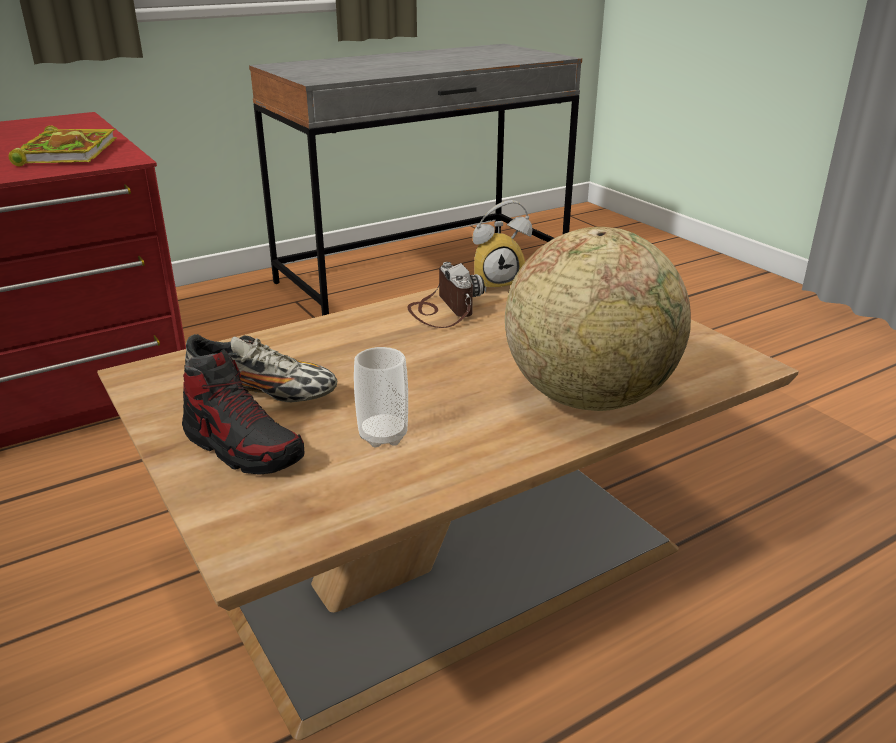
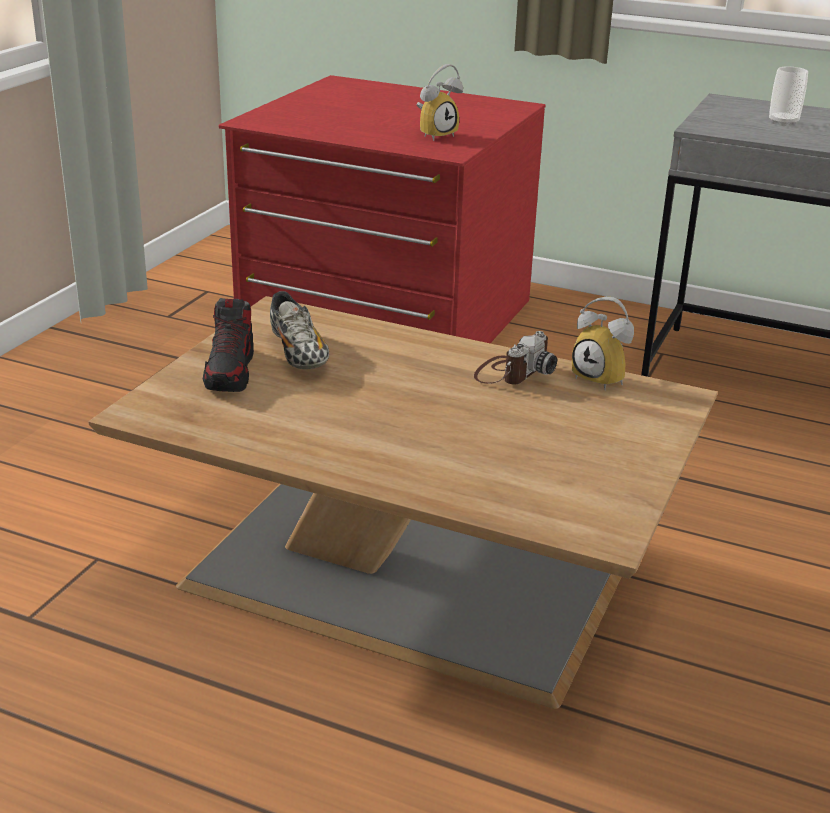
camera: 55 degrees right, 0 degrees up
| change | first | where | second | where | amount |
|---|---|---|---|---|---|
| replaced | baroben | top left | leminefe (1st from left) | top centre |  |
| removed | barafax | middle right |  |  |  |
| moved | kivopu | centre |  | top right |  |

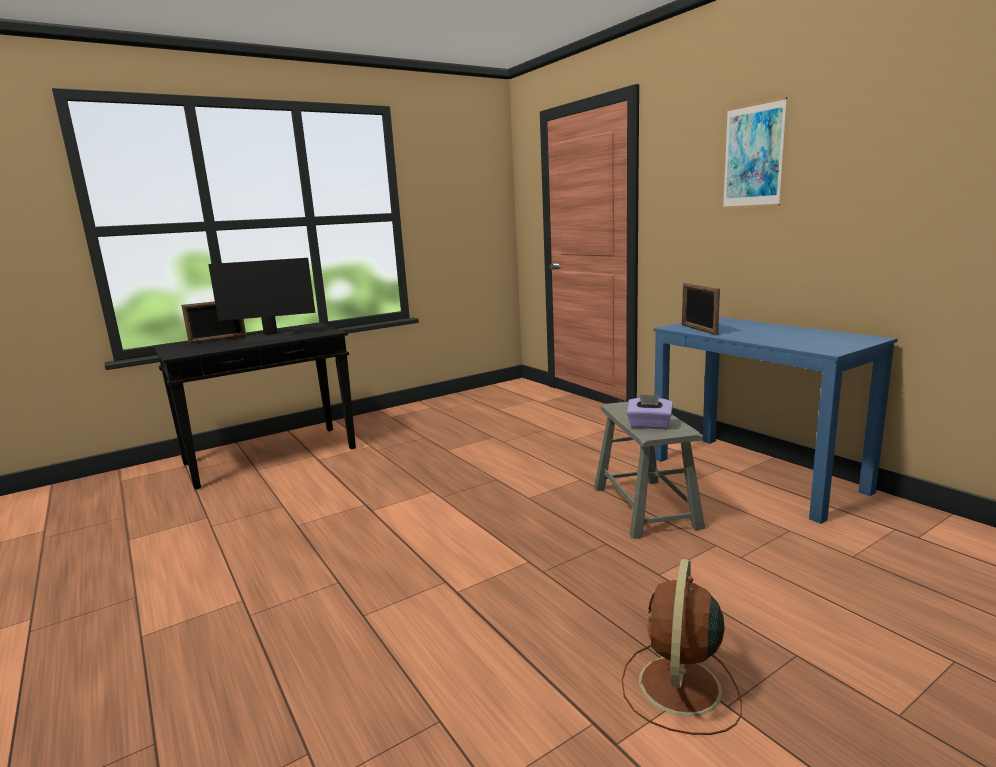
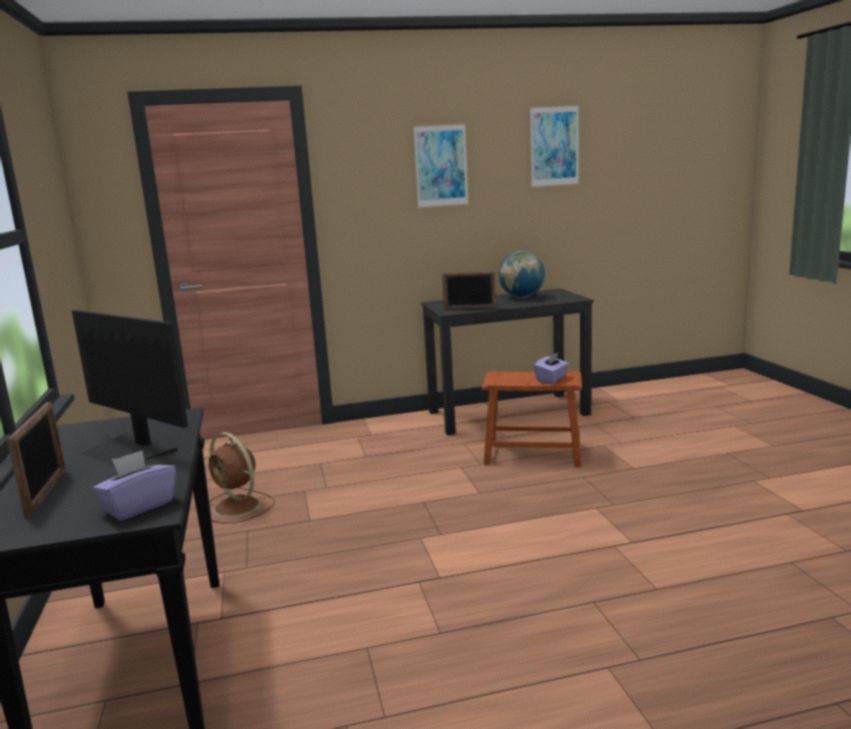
camera: 70 degrees left, 0 degrees up
| change | first | where | second | where | amount |
|---|---|---|---|---|---|
| turned | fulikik | middle left |  | middle left | 120 degrees clockwise |
| recoloured | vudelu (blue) | middle right | vudelu (black) | centre |  |
| recoloured | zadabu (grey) | centre | zadabu (brown) | centre |  |
| moved | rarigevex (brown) | bottom right |  | middle left |  |
| added |  |  | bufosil (2nd from left) | top centre |  |
| added |  |  | barafax | centre |  |
| added |  |  | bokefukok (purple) (1st from left) | middle left |  |

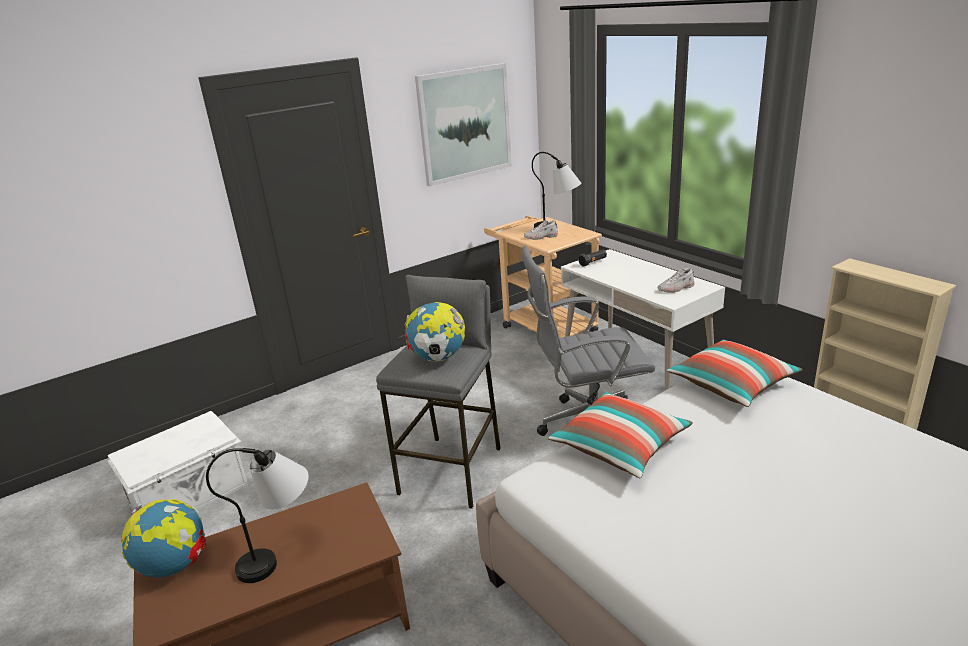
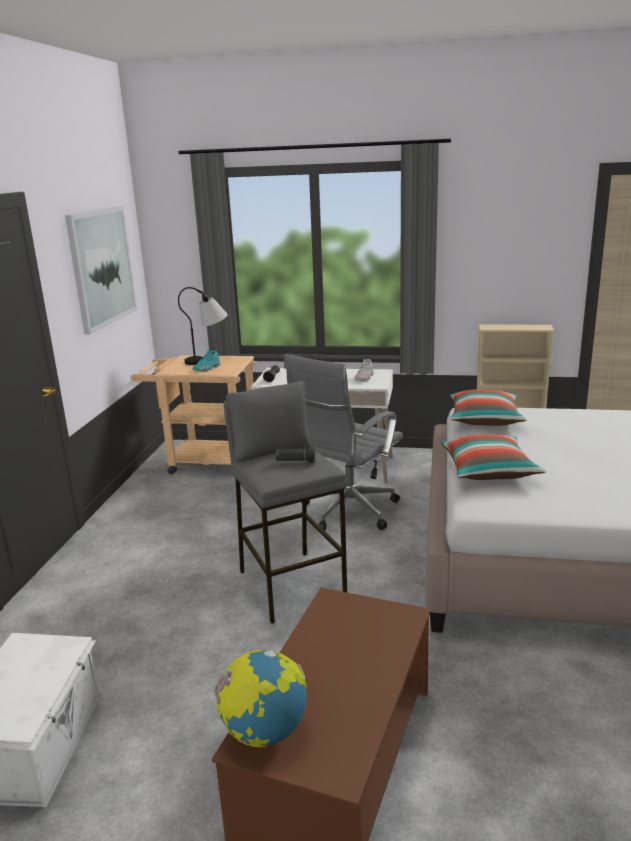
camera: 45 degrees left, 5 degrees down
| change | first | where | second | where | amount |
|---|---|---|---|---|---|
| recoloured | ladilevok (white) (1st from left) | centre | ladilevok (turquoise) | middle left |  |
| replaced | barafax (2nd from left) | centre | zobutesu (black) (2nd from left) | centre |  |
| removed | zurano (1st from left) | bottom left |  |  |  |

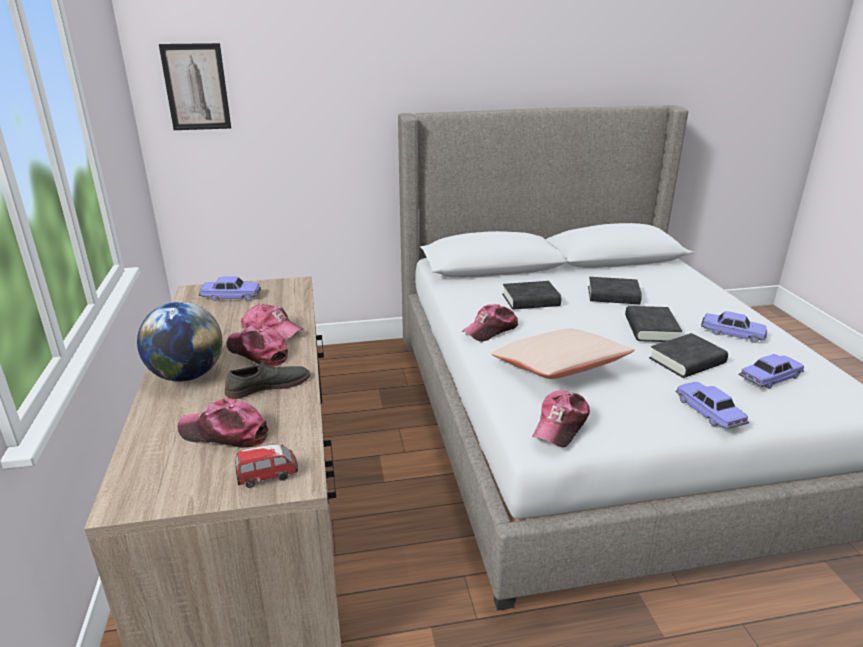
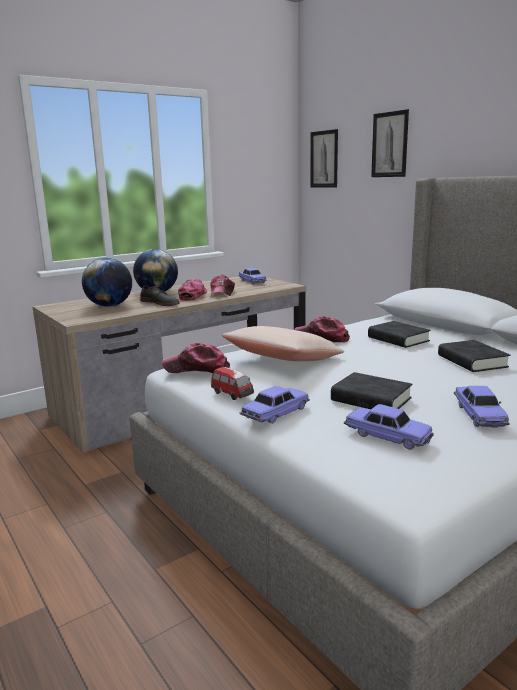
camera: 65 degrees right, 10 degrees down
| change | first | where | second | where | amount |
|---|---|---|---|---|---|
| removed | baroben (black) (3rd from left) | middle right |  |  |  |
| replaced | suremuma (1st from left) | middle left | barafax (1st from left) | middle left |  |
| moved | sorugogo (2nd from left in the first image) | bottom left | sorugogo (1st from left) | centre |  |
| added |  |  | bufosil (2nd from left) | top right |  |

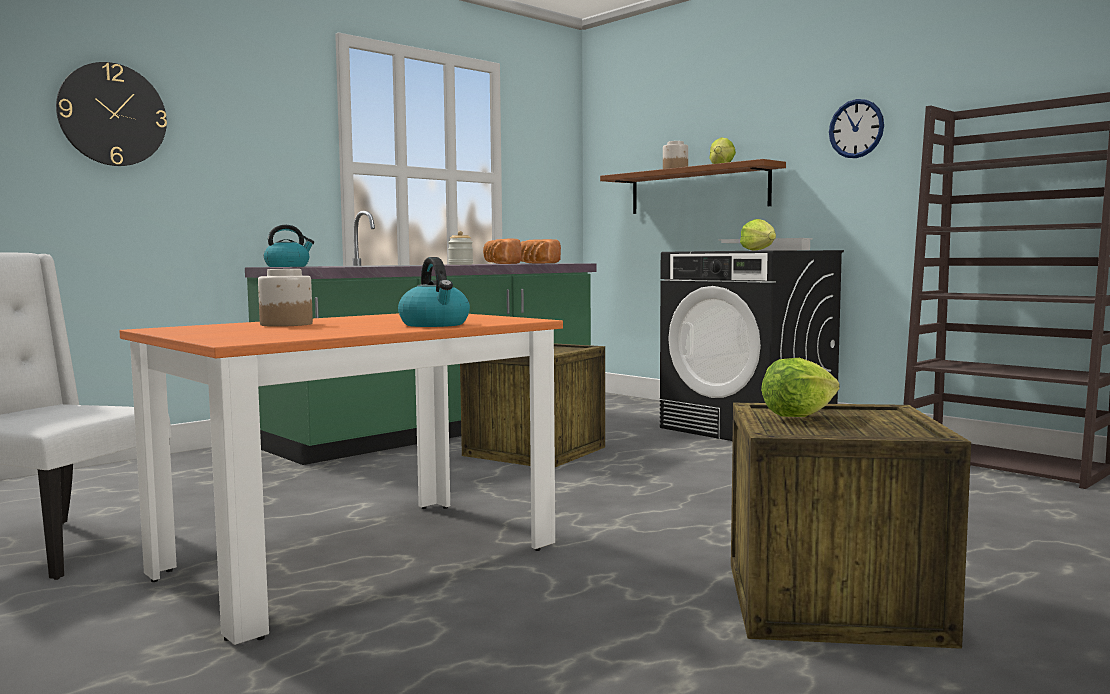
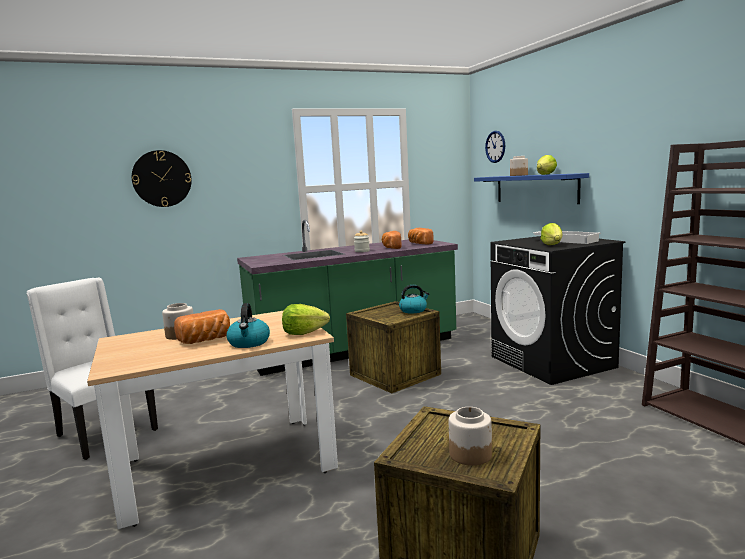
camera: 20 degrees right, 5 degrees up
| change | first | where | second | where | amount |
|---|---|---|---|---|---|
| moved | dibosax (2nd from left) | top right |  | top centre |  |
| recoloured | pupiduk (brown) | top centre | pupiduk (blue) | middle right |  |
| moved | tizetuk (1st from left in the first image) | middle left | tizetuk (2nd from left) | centre |  |
| recoloured | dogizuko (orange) | bottom left | dogizuko (beige) | bottom left |  |
| moved | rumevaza (3rd from left in the first image) | middle right | rumevaza (1st from left) | centre |  |
| added |  |  | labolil (1st from left) | middle left |  |
| added |  |  | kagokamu (3rd from left) | bottom centre |  |

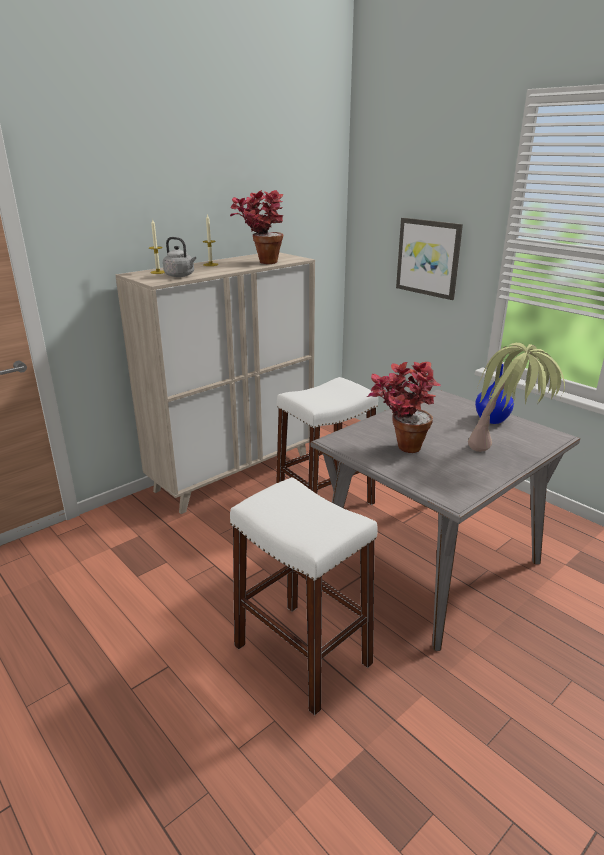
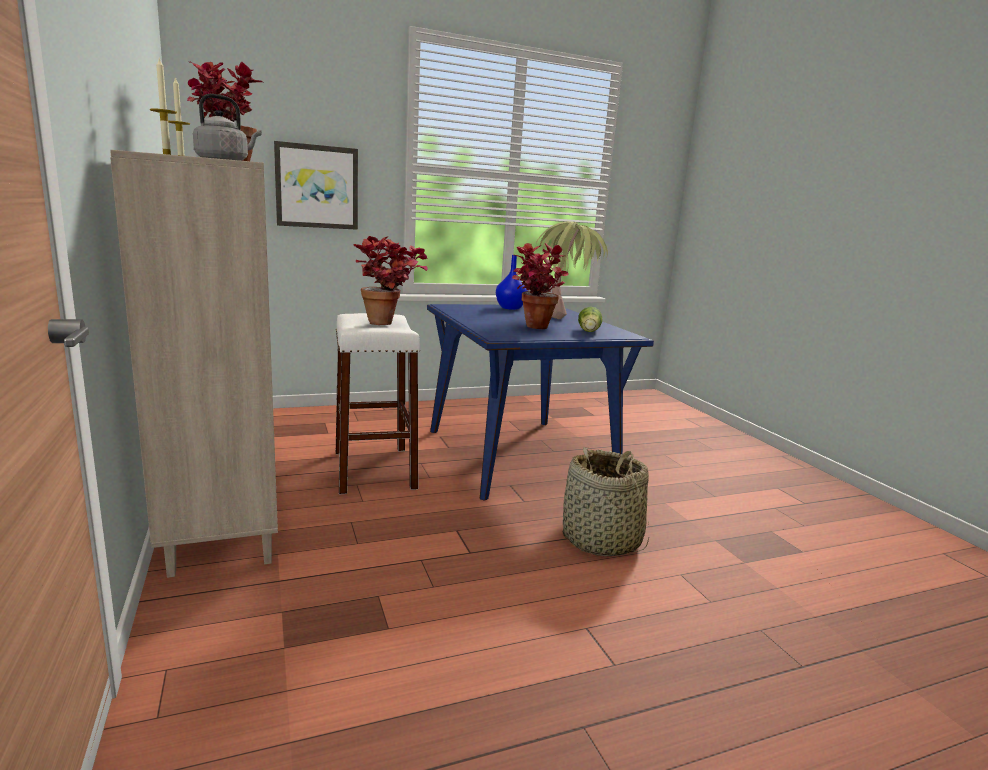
camera: 70 degrees left, 10 degrees down
| change | first | where | second | where | amount |
|---|---|---|---|---|---|
| recoloured | dogizuko (grey) | middle right | dogizuko (blue) | centre |  |
| replaced | zadabu (white) (1st from left) | bottom centre | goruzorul | centre |  |
| added |  |  | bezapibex (2nd from left) | centre |  |
| added |  |  | rumevaza | centre |  |

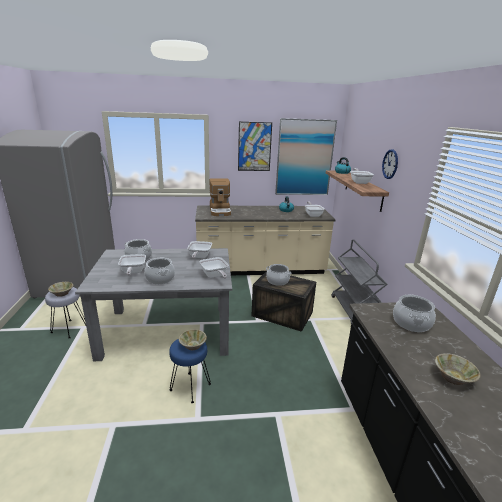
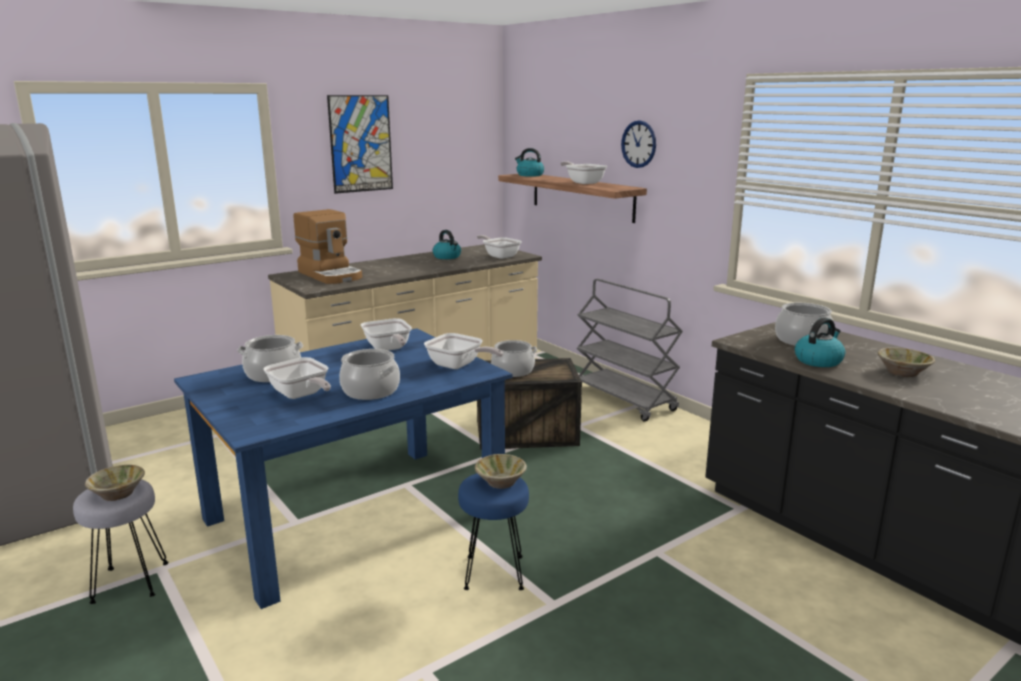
camera: 30 degrees left, 5 degrees down
| change | first | where | second | where | amount |
|---|---|---|---|---|---|
| removed | bufosil (2nd from left) | top centre |  |  |  |
| recoloured | dogizuko (grey) | middle left | dogizuko (blue) | bottom centre |  |
| added |  |  | tizetuk (3rd from left) | middle right |  |

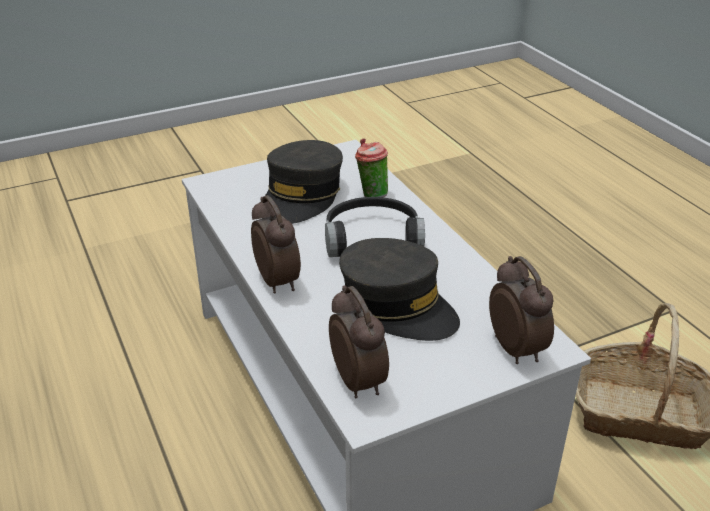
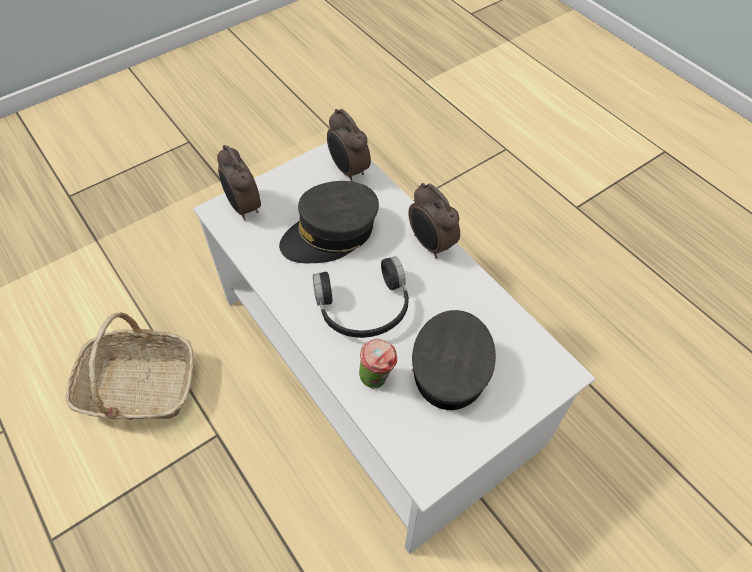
camera: 170 degrees right, 20 degrees up
| change | first | where | second | where | amount |
|---|---|---|---|---|---|
| turned | suremuma (grey) (2nd from left in the first image) | centre | suremuma (grey) (1st from left) | centre | 60 degrees counterclockwise |

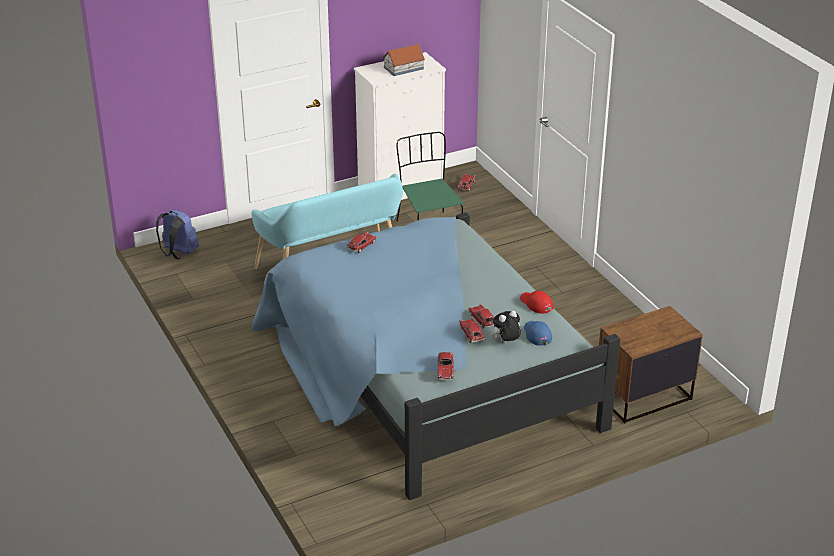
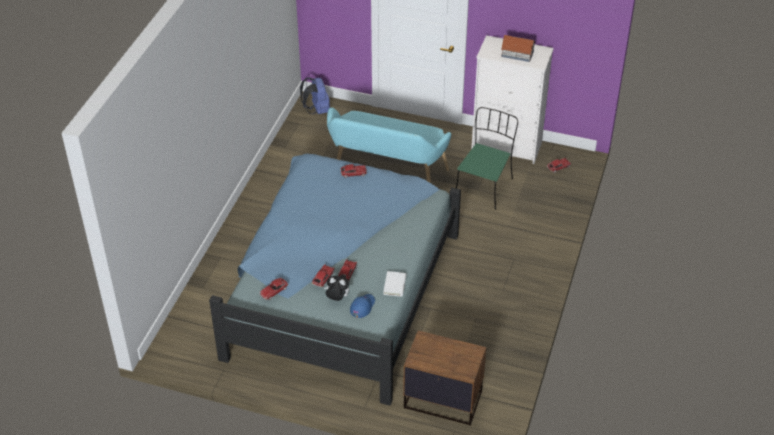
camera: 45 degrees right, 10 degrees up
| change | first | where | second | where | amount |
|---|---|---|---|---|---|
| replaced | suremuma (red) | centre | baroben (white) | centre |  |

